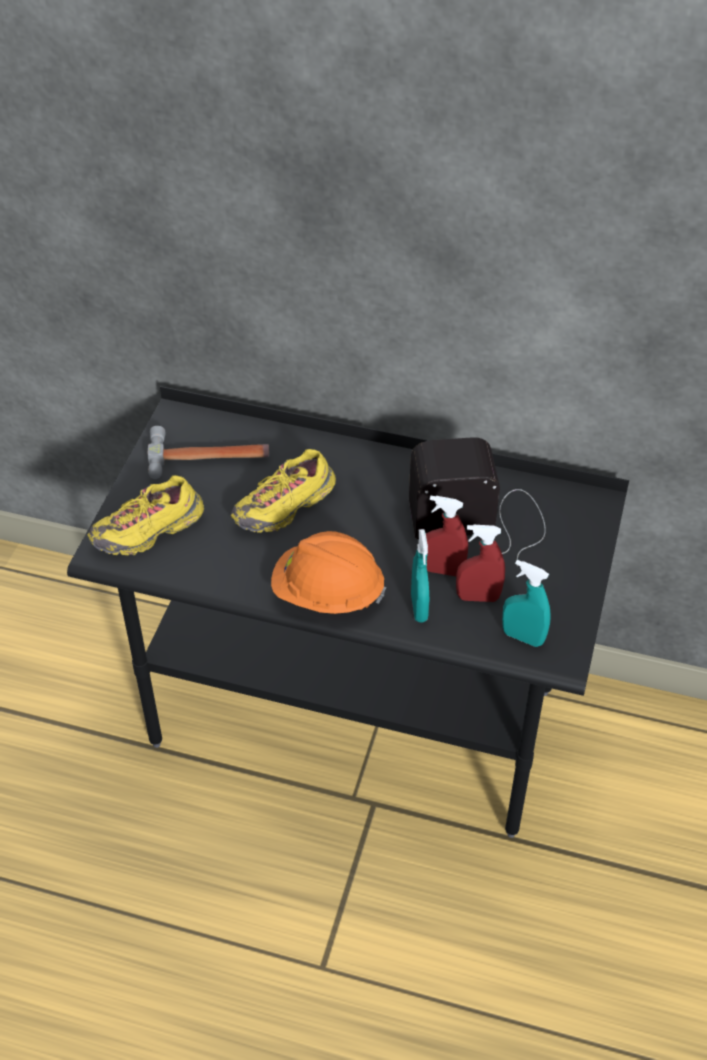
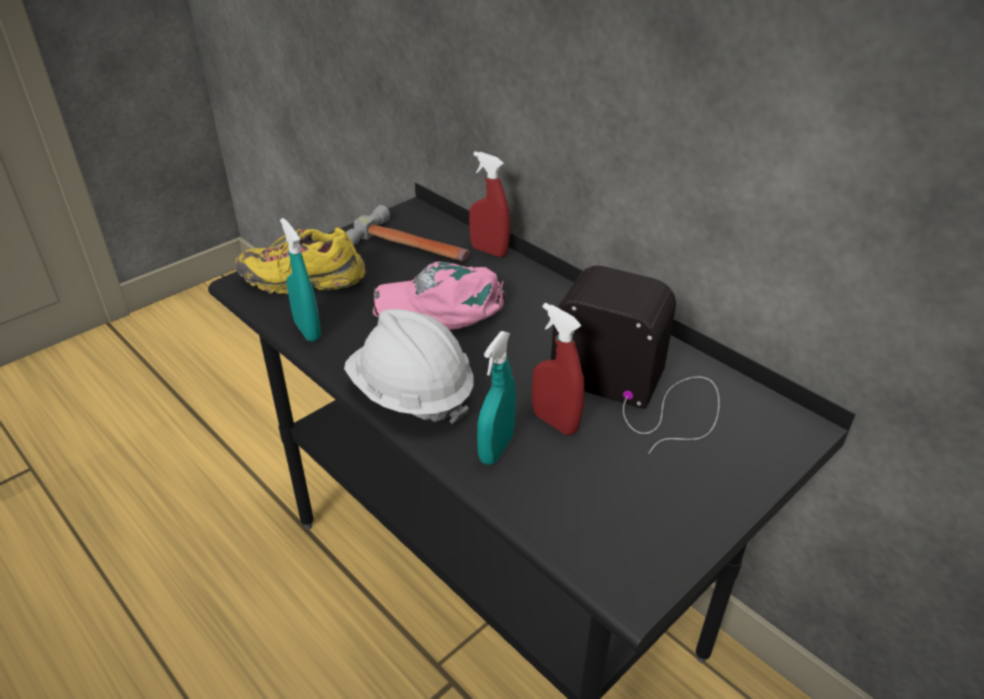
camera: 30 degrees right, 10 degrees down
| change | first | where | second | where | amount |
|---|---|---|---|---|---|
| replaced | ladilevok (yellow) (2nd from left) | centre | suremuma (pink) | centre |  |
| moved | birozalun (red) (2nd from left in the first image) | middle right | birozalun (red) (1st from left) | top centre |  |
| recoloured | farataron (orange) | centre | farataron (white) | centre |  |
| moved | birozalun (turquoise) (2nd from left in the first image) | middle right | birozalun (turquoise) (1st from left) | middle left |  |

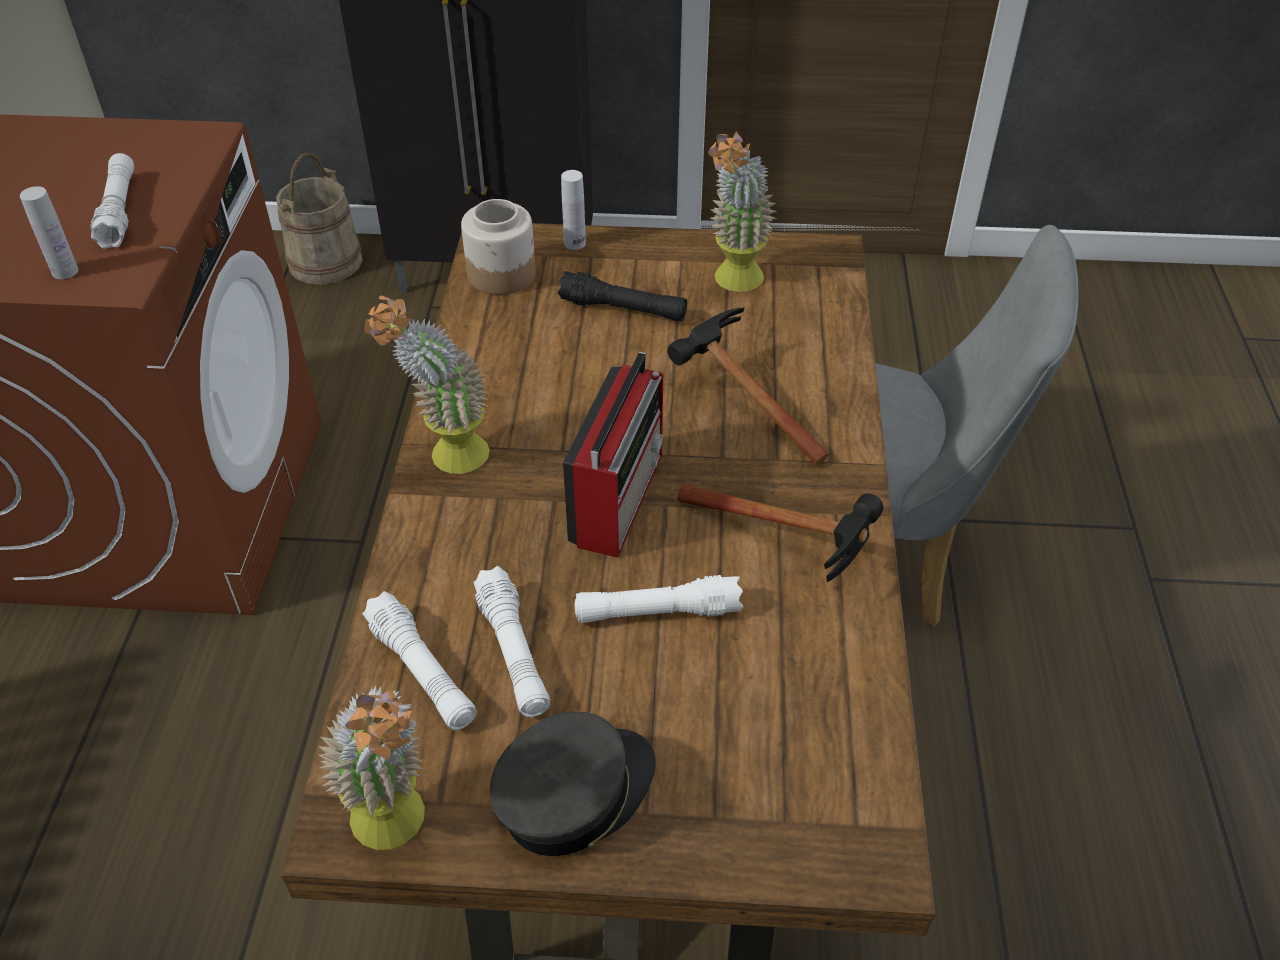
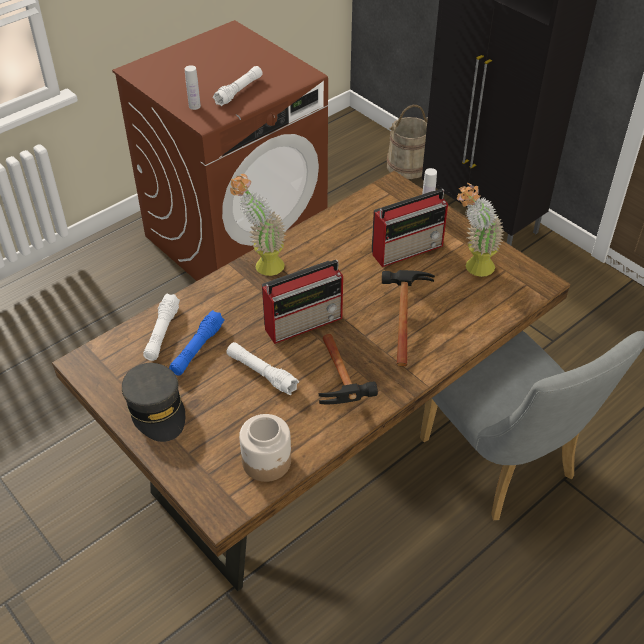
camera: 45 degrees right, 0 degrees up
| change | first | where | second | where | amount |
|---|---|---|---|---|---|
| moved | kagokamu | top centre |  | bottom centre |  |
| replaced | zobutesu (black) | top centre | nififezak (2nd from left) | centre |  |
| recoloured | zobutesu (white) (3rd from left) | bottom centre | zobutesu (blue) | middle left |  |
| removed | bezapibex (1st from left) | bottom left |  |  |  |
| turned | suremuma (grey) | bottom centre |  | middle left | 60 degrees clockwise |

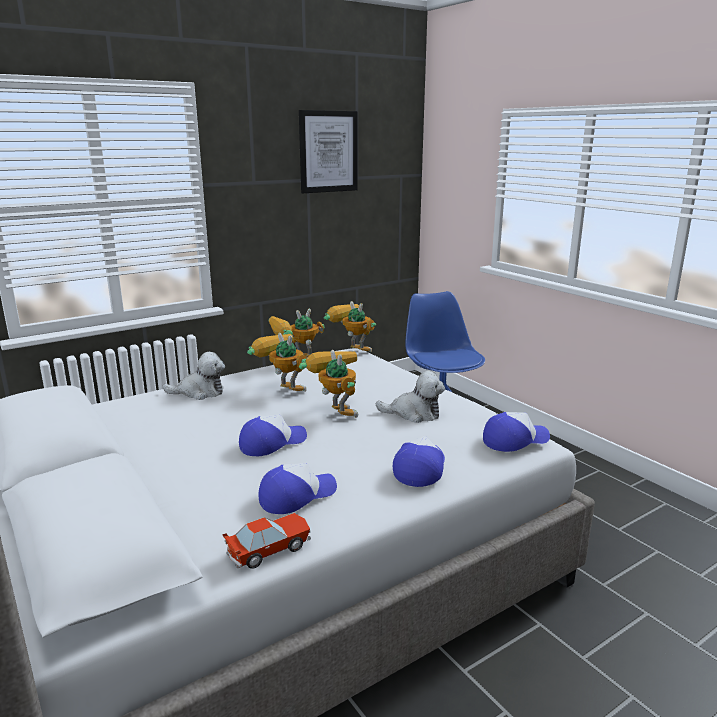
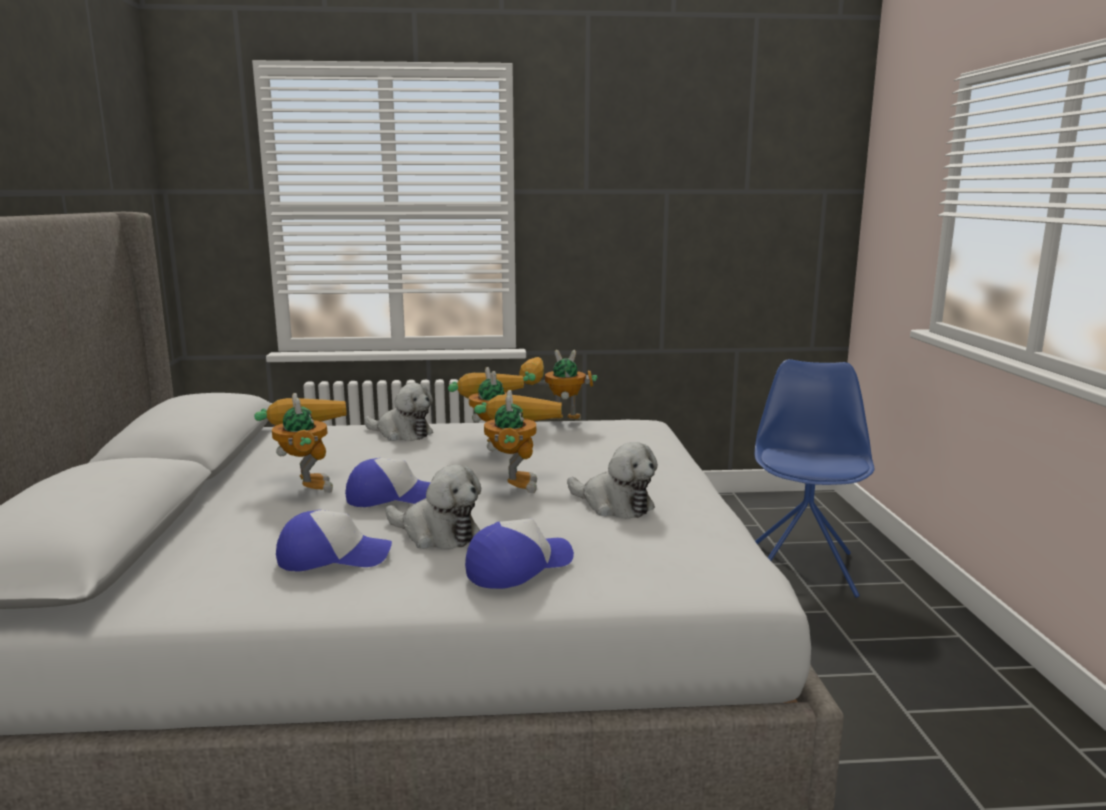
camera: 30 degrees right, 5 degrees down
| change | first | where | second | where | amount |
|---|---|---|---|---|---|
| removed | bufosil | top centre |  |  |  |
| moved | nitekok (4th from left in the first image) | centre | nitekok (1st from left) | middle left |  |
| removed | suremuma (4th from left) | middle right |  |  |  |
| removed | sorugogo | bottom centre |  |  |  |
| added |  |  | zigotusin (2nd from left) | centre |  |

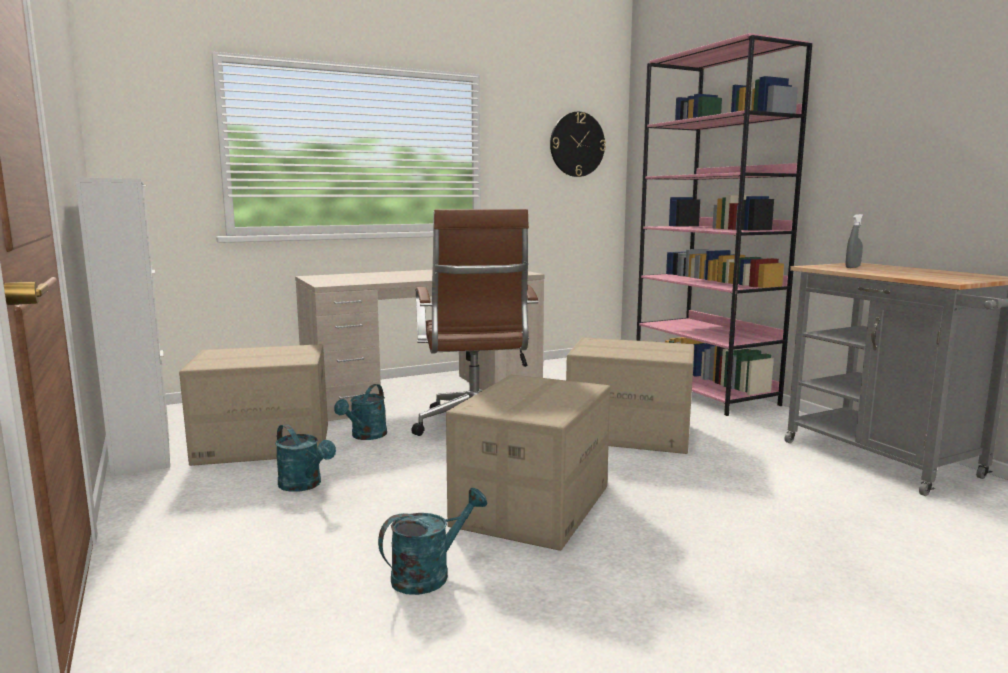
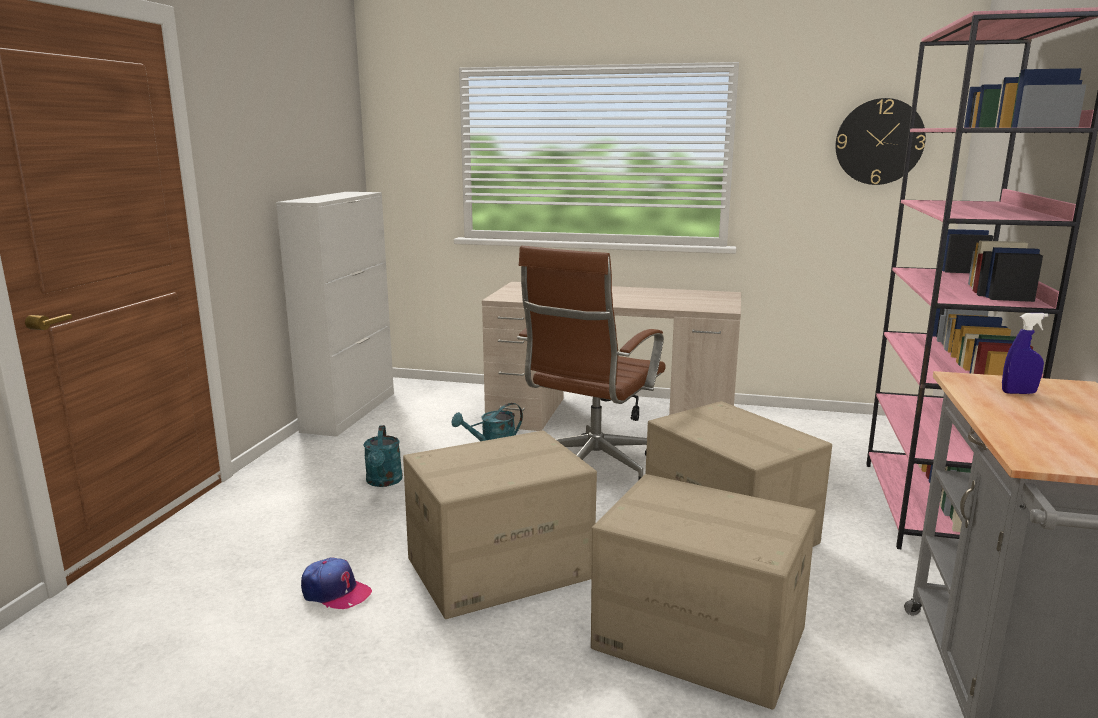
camera: 40 degrees right, 5 degrees up
| change | first | where | second | where | amount |
|---|---|---|---|---|---|
| recoloured | birozalun (grey) | middle right | birozalun (blue) | middle right |  |
| moved | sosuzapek (1st from left in the first image) | middle left | sosuzapek (2nd from left) | bottom centre |  |
| replaced | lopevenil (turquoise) (3rd from left) | bottom centre | suremuma | bottom left |  |

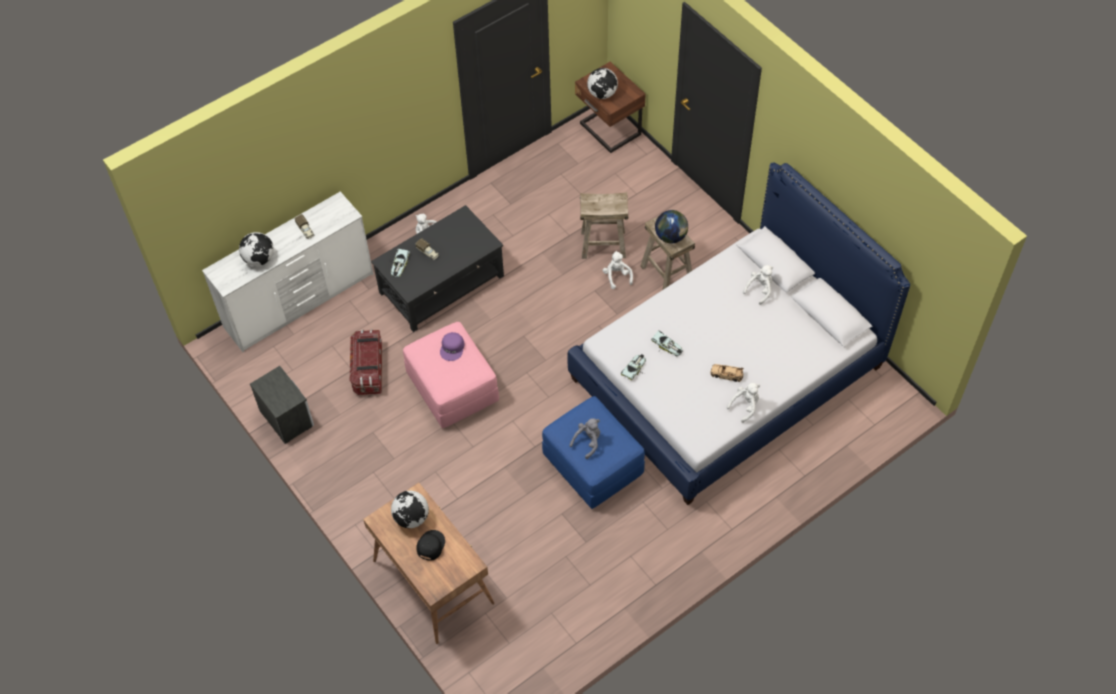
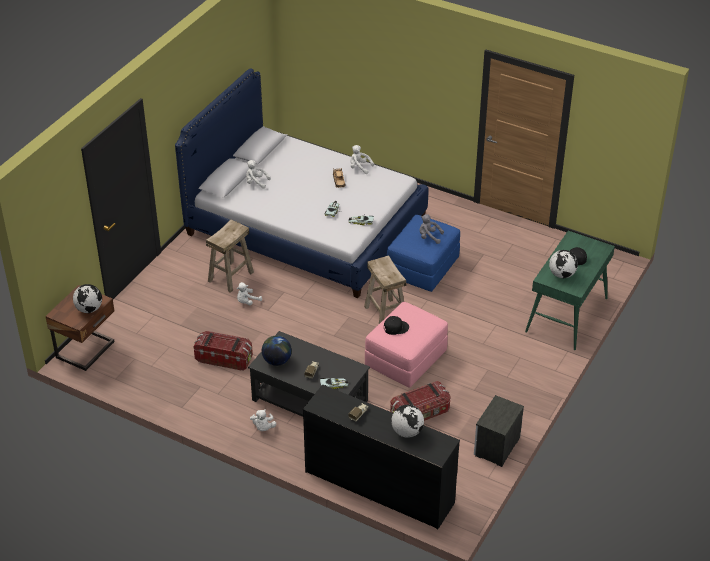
camera: 115 degrees left, 15 degrees down
| change | first | where | second | where | amount |
|---|---|---|---|---|---|
| recoloured | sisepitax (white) | middle left | sisepitax (black) | bottom centre |  |
| moved | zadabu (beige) (1st from left in the first image) | top centre | zadabu (beige) (2nd from left) | centre |  |
| moved | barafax (4th from left in the first image) | top centre | barafax (2nd from left) | centre |  |
| recoloured | suremuma (purple) | centre | suremuma (black) (1st from left) | centre |  |
| recoloured | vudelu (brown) | bottom centre | vudelu (green) | middle right |  |
| added |  |  | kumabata (1st from left) | middle left |  |

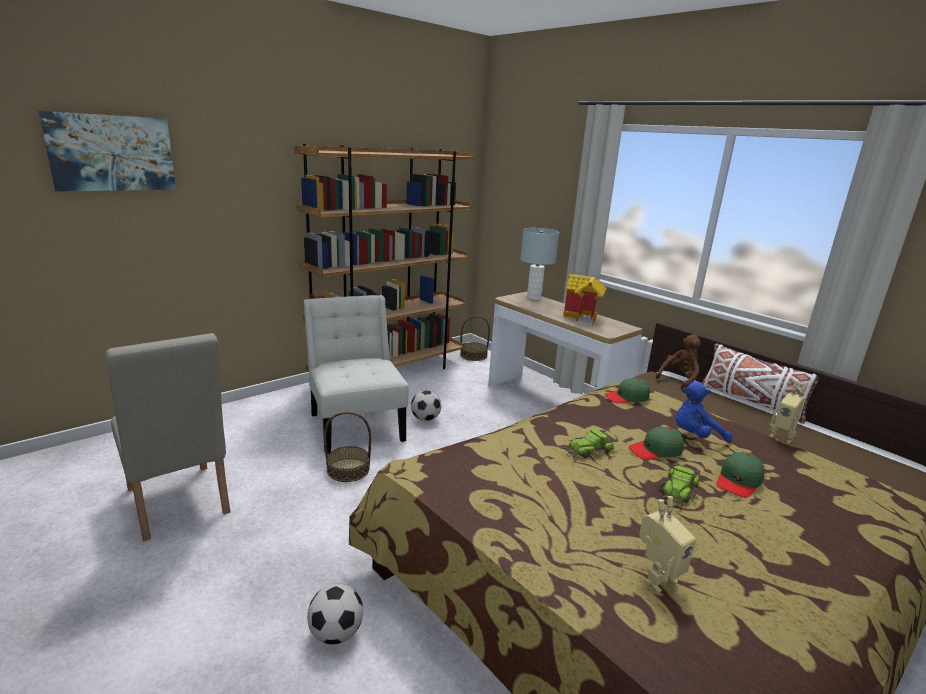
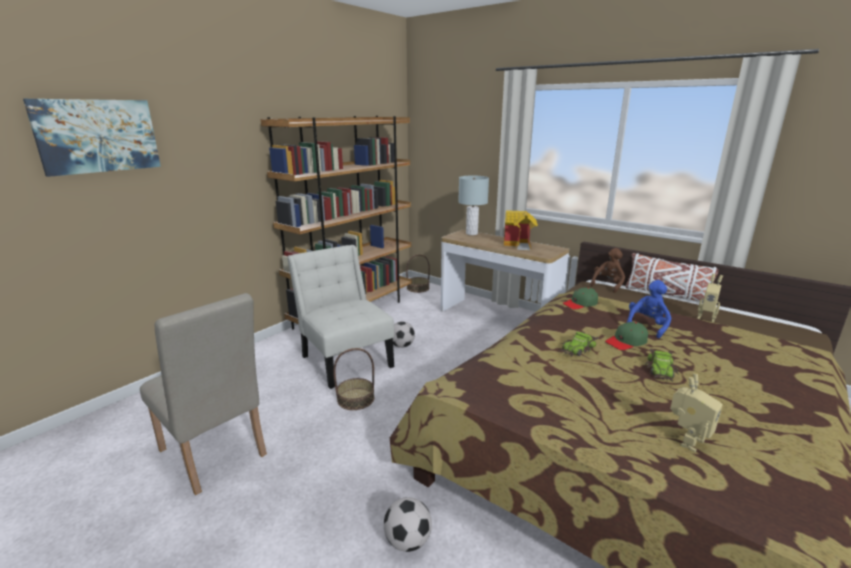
camera: 10 degrees left, 0 degrees up
| change | first | where | second | where | amount |
|---|---|---|---|---|---|
| turned | zigotusin (blue) | middle right |  | middle right | 150 degrees clockwise |
| removed | suremuma (green) (3rd from left) | bottom right |  |  |  |

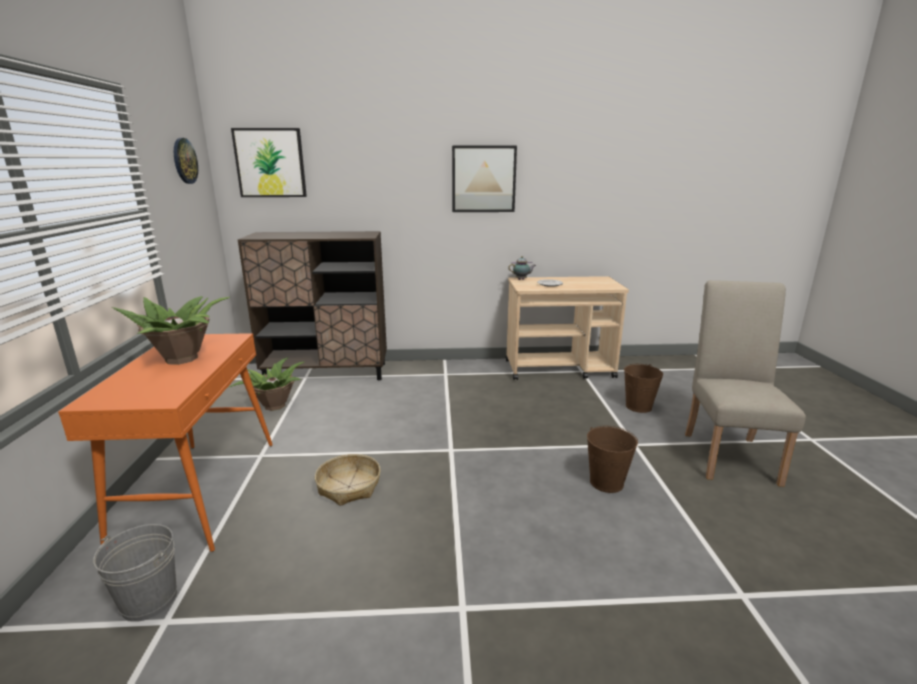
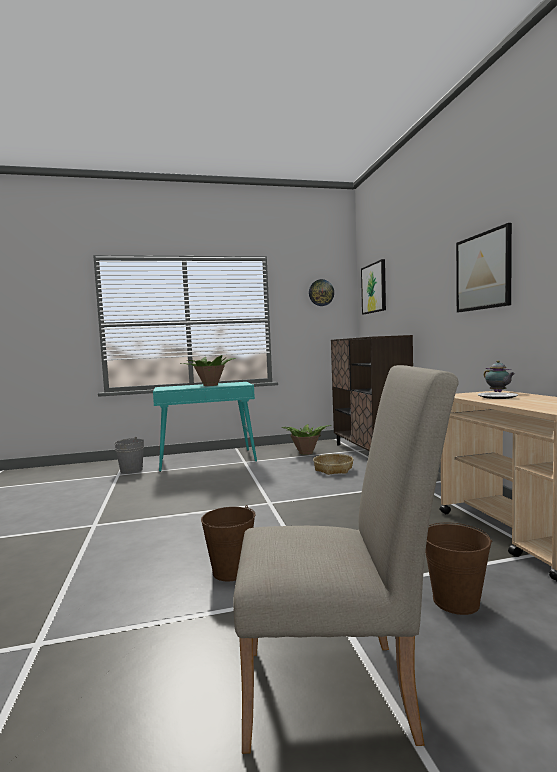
camera: 80 degrees right, 15 degrees down
| change | first | where | second | where | amount |
|---|---|---|---|---|---|
| recoloured | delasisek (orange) | middle left | delasisek (turquoise) | centre |  |
| moved | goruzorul | bottom centre |  | centre |  |

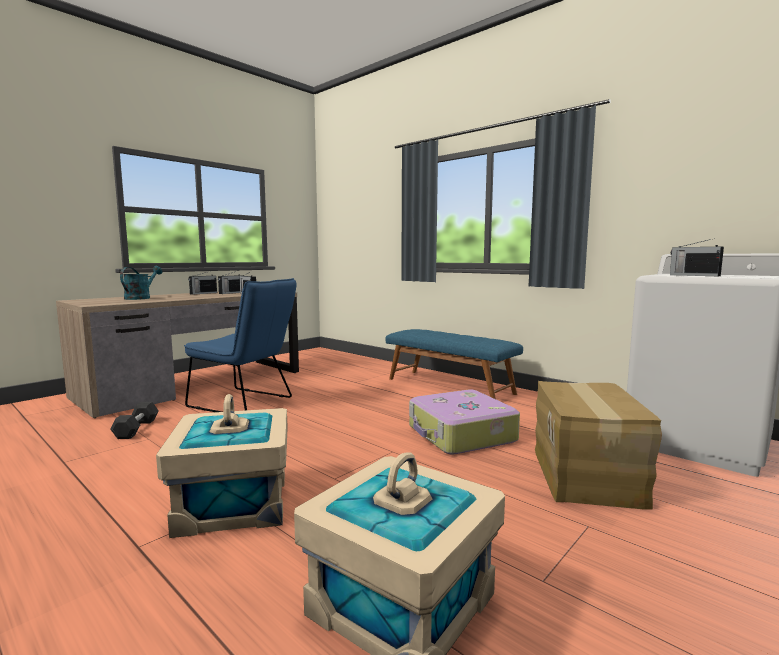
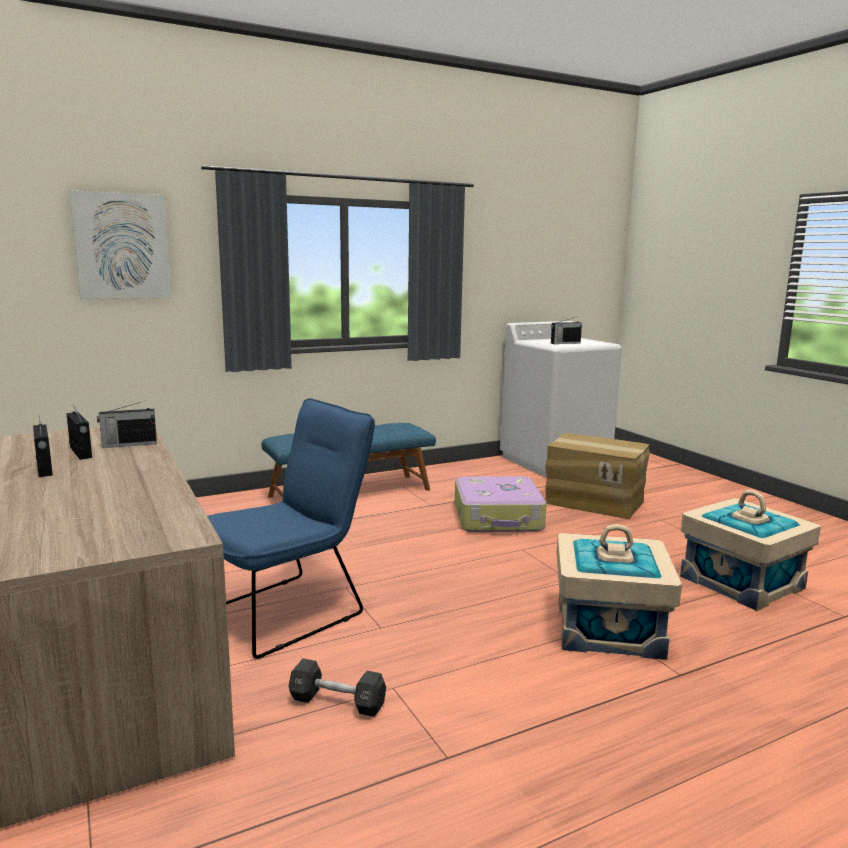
camera: 70 degrees left, 5 degrees up
| change | first | where | second | where | amount |
|---|---|---|---|---|---|
| removed | lopevenil (turquoise) | middle left |  |  |  |
| added |  |  | bufosil | top left |  |

